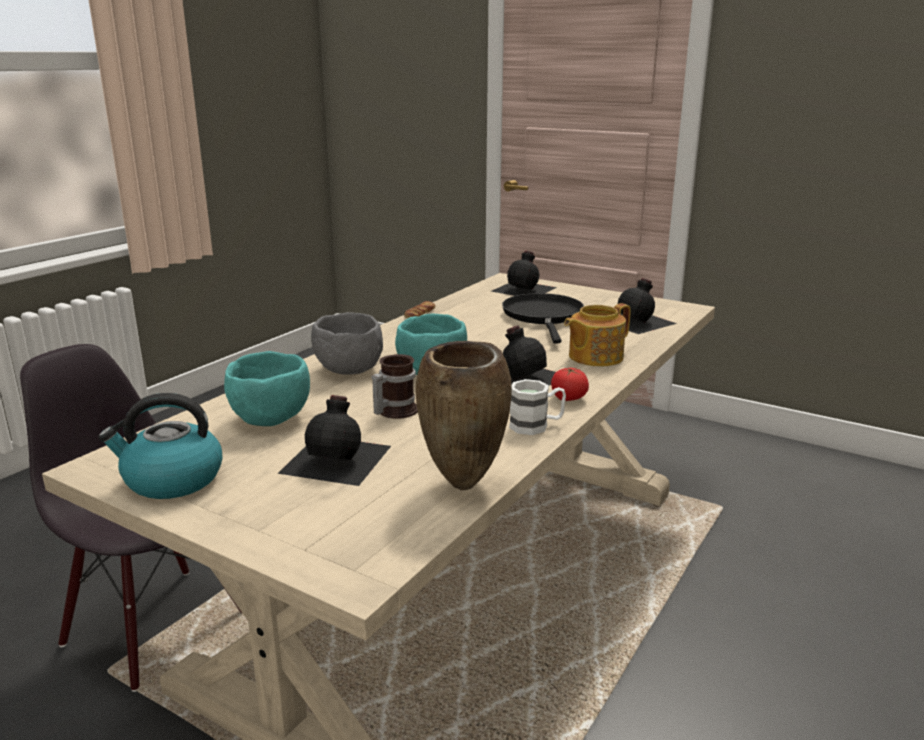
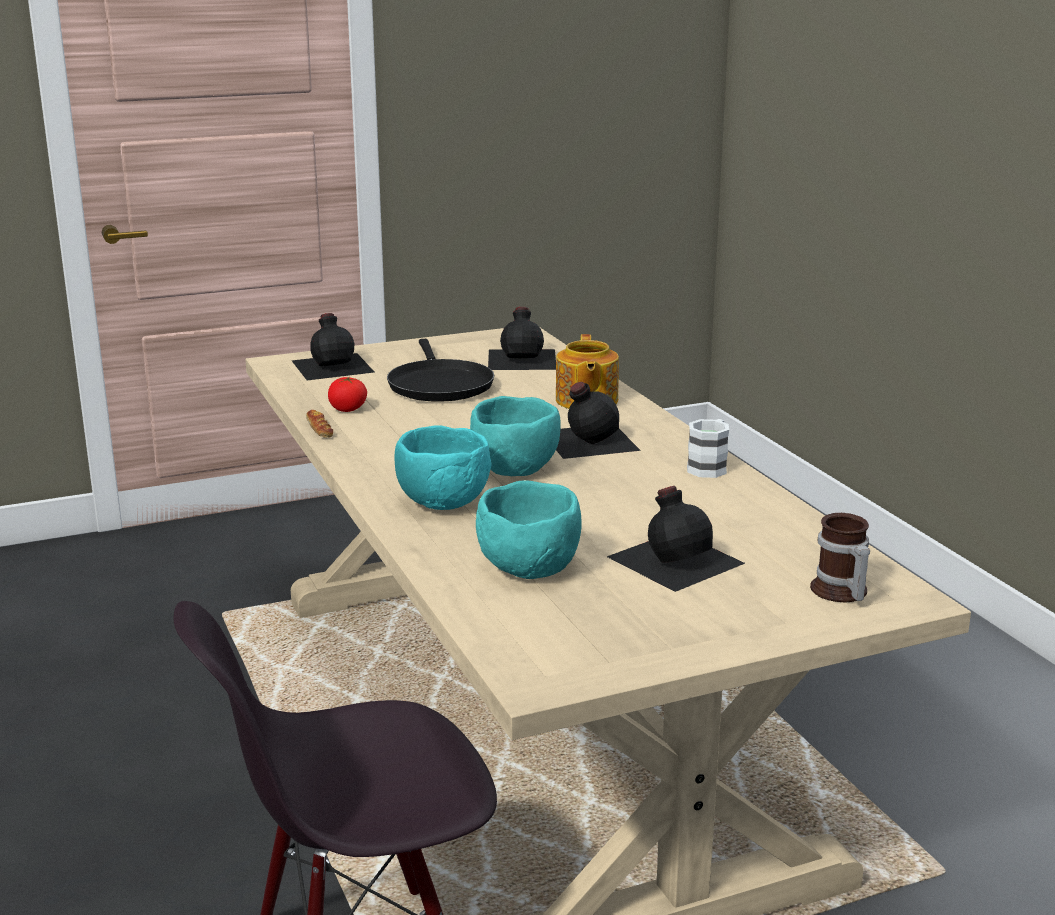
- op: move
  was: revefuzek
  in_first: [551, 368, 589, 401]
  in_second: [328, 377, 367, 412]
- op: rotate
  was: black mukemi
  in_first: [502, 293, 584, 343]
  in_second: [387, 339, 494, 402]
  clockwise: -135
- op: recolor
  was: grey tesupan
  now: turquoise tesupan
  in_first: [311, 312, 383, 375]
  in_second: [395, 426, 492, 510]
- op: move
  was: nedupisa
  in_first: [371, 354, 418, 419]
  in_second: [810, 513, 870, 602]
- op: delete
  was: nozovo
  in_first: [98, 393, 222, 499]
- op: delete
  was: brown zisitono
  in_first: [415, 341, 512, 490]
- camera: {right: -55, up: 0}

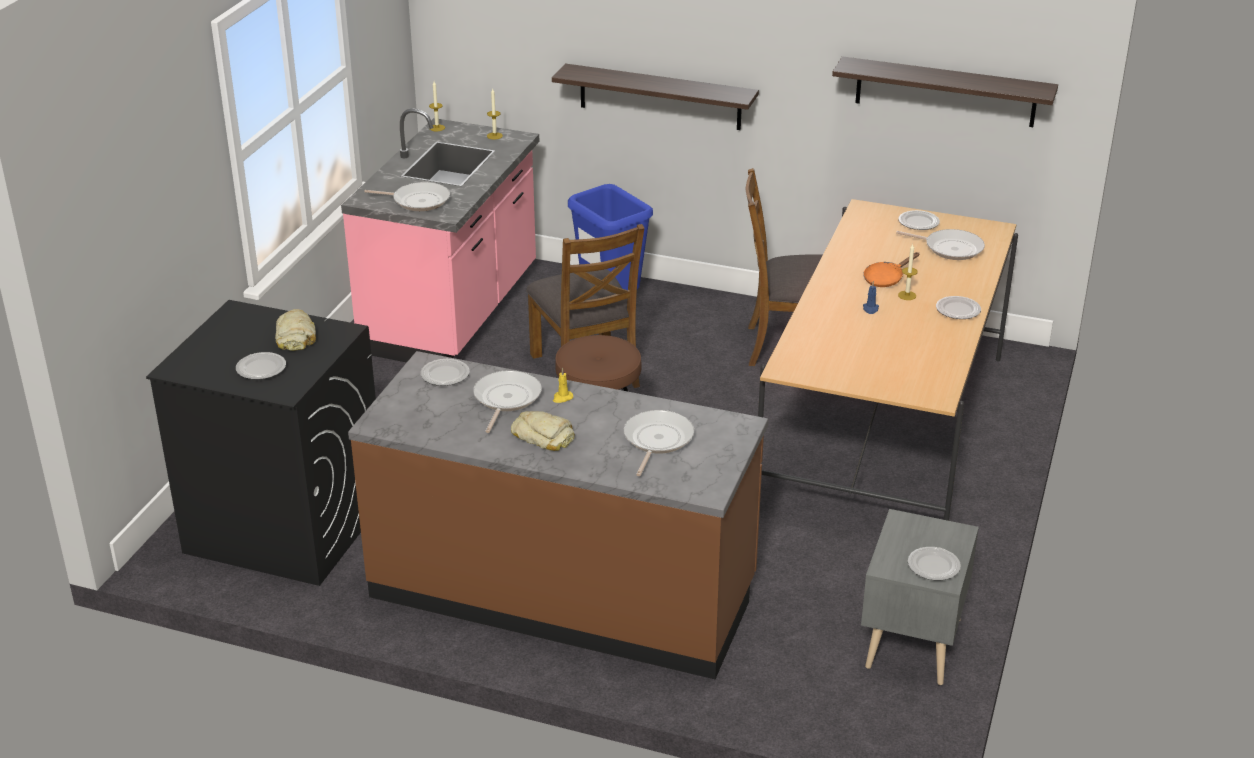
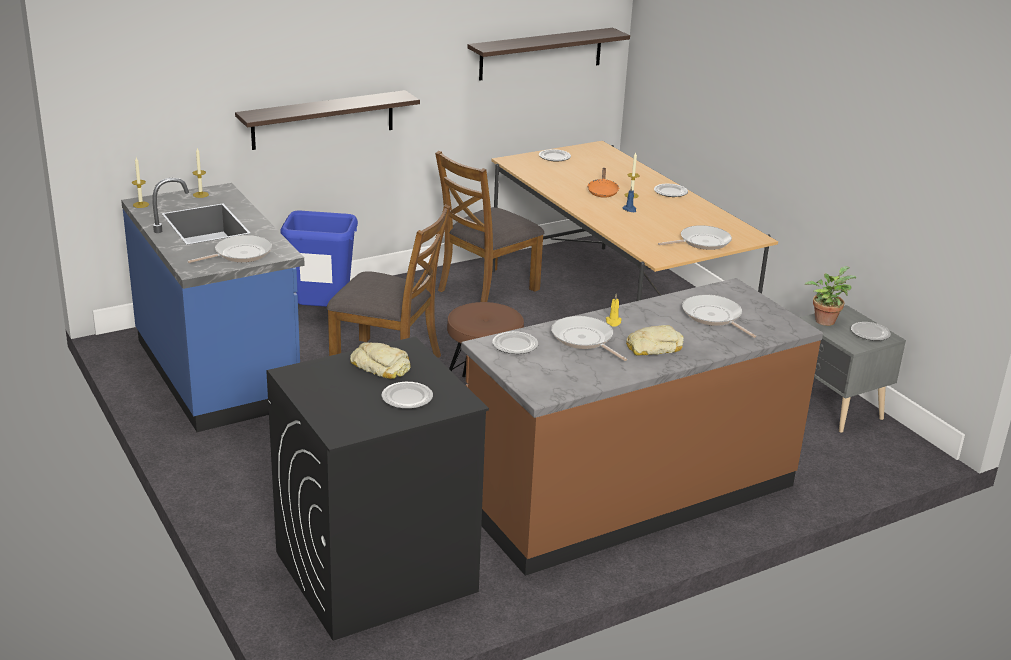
- op: recolor
  was: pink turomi
  now: blue turomi
  in_first: [341, 108, 539, 363]
  in_second: [121, 178, 305, 432]
- op: move
  was: mukemi
  in_first: [896, 229, 985, 260]
  in_second: [658, 225, 732, 250]
- op: insert
  now: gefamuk
  in_second: [805, 266, 856, 326]
- camera: {right: -50, up: -5}

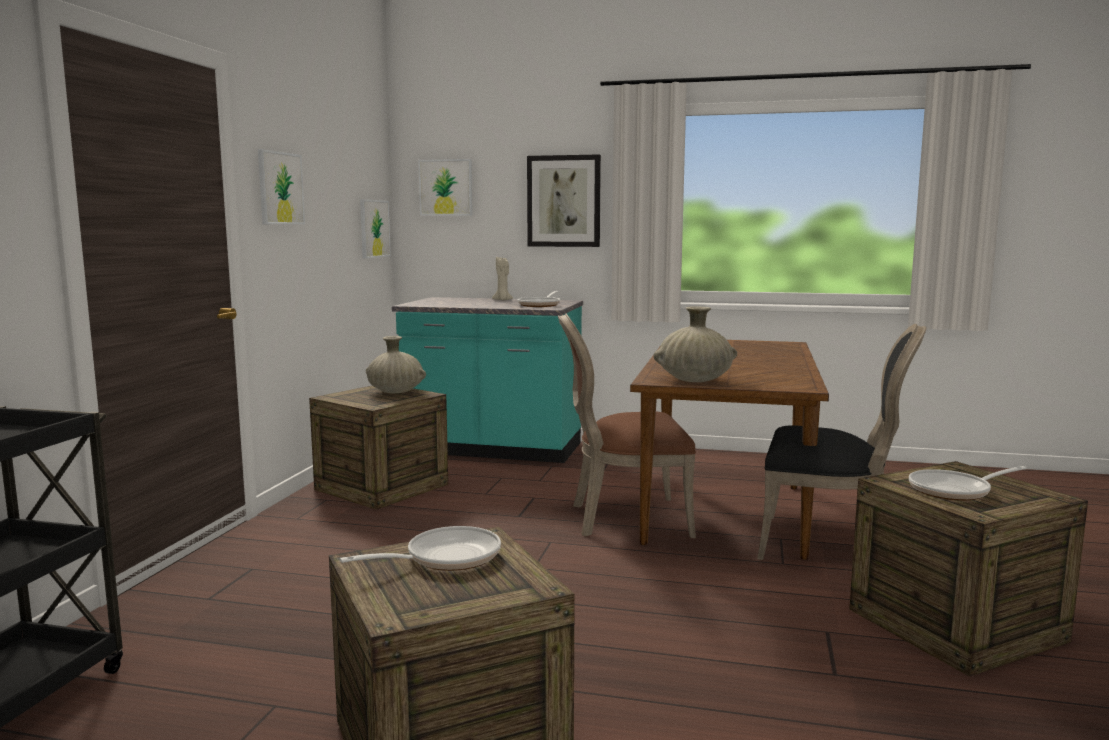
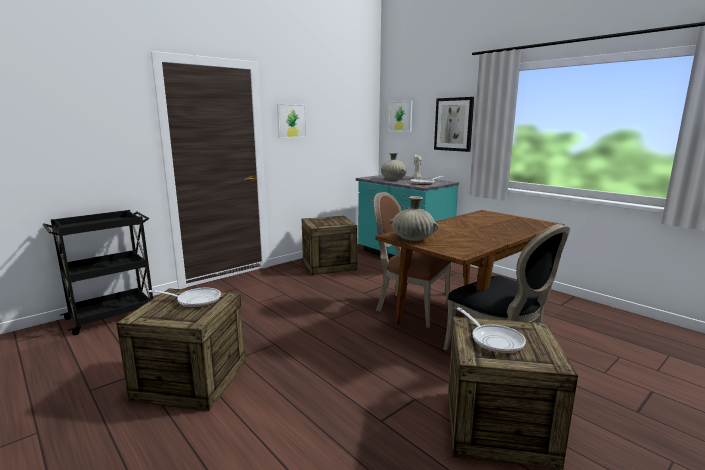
- op: move
  was: beige zisitono
  in_first: [366, 336, 426, 393]
  in_second: [381, 153, 407, 180]
- op: rotate
  was: mukemi
  in_first: [909, 466, 1027, 500]
  in_second: [457, 307, 526, 354]
  clockwise: -135
- op: delete
  was: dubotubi
  in_first: [360, 199, 391, 258]
- camera: {right: 35, up: 5}

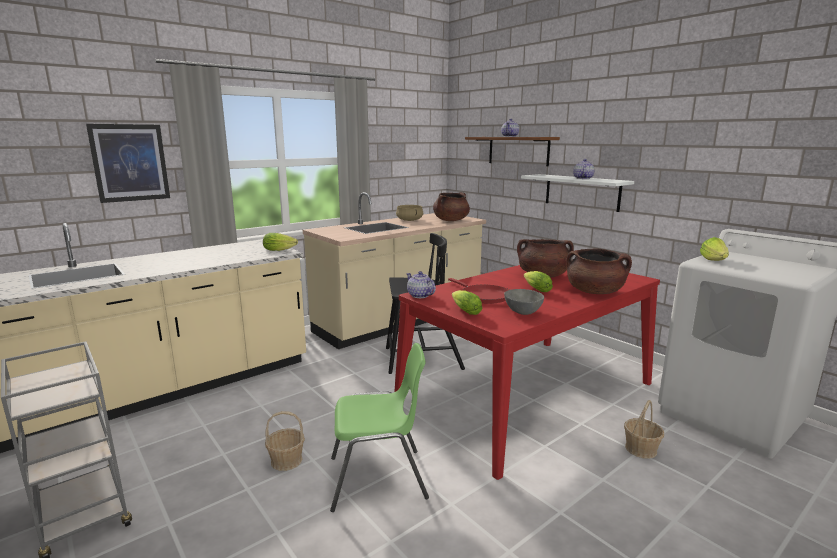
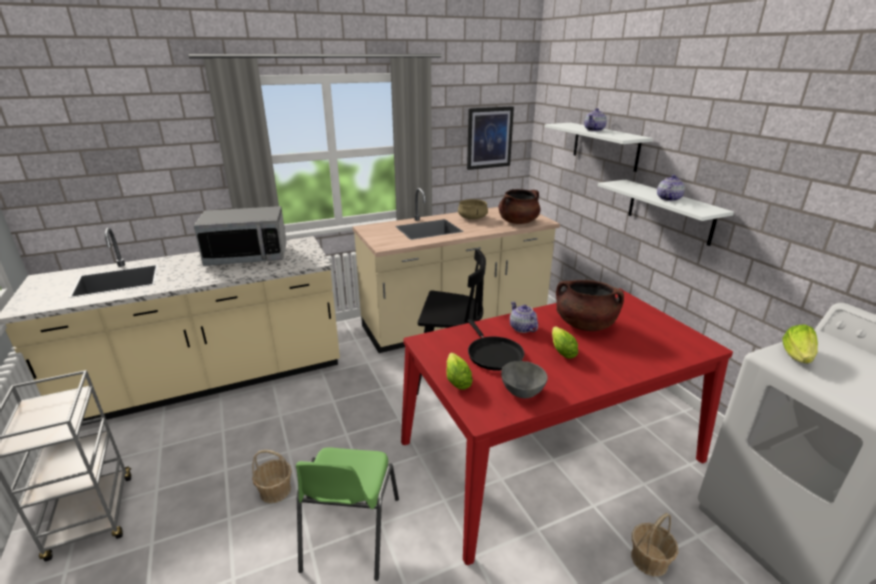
- op: insert
  now: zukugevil
  in_second: [193, 206, 287, 266]
- op: rotate
  was: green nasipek
  in_first: [330, 343, 429, 512]
  in_second: [296, 448, 399, 581]
  clockwise: 90
- op: move
  was: dubotubi
  in_first: [86, 124, 170, 203]
  in_second: [467, 106, 514, 170]
- op: recolor
  was: red mukemi
  now: black mukemi
  in_first: [448, 278, 509, 304]
  in_second: [468, 319, 524, 371]
- op: move
  was: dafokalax
  in_first: [406, 271, 436, 298]
  in_second: [510, 302, 538, 333]
- op: recolor
  was: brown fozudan
  now: white fozudan
  in_first: [465, 137, 560, 166]
  in_second: [545, 123, 653, 172]
- op: delete
  was: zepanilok
  in_first: [263, 233, 298, 251]
- op: delete
  was: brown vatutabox
  in_first: [566, 249, 632, 294]
- camera: {right: 15, up: 10}

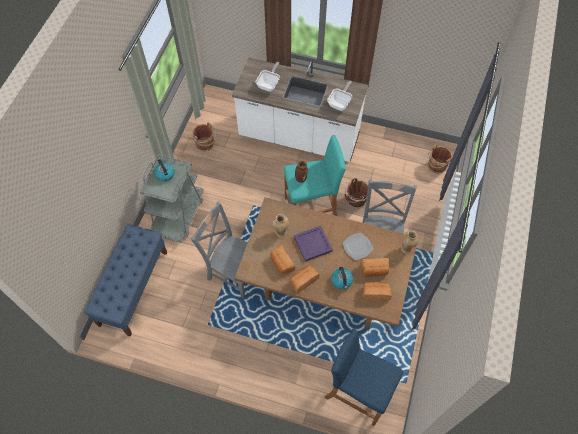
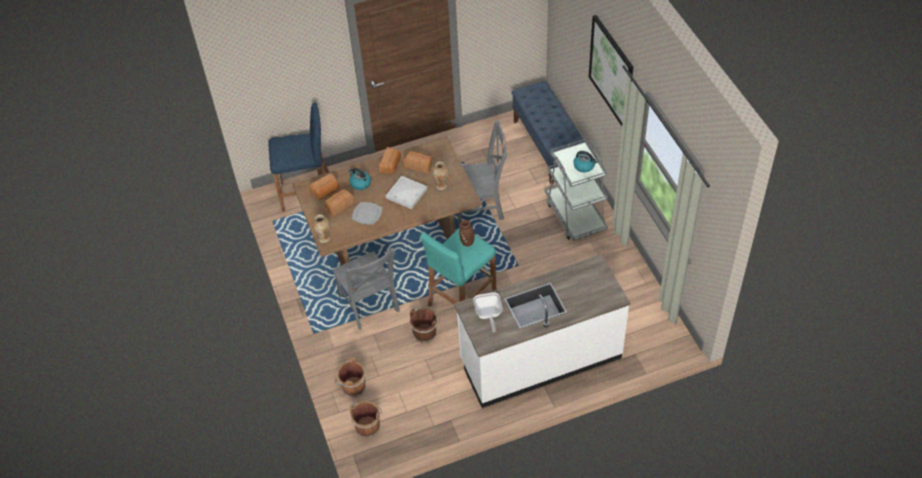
- op: move
  was: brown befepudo
  in_first: [192, 123, 216, 151]
  in_second: [335, 358, 366, 397]
- op: recolor
  was: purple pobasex
  now: white pobasex
  in_first: [294, 226, 333, 262]
  in_second: [386, 176, 427, 209]
- op: insert
  now: dubotubi
  in_second: [589, 15, 633, 126]
- op: delete
  was: mukemi
  in_first: [255, 62, 280, 92]
- camera: {right: 145, up: -10}

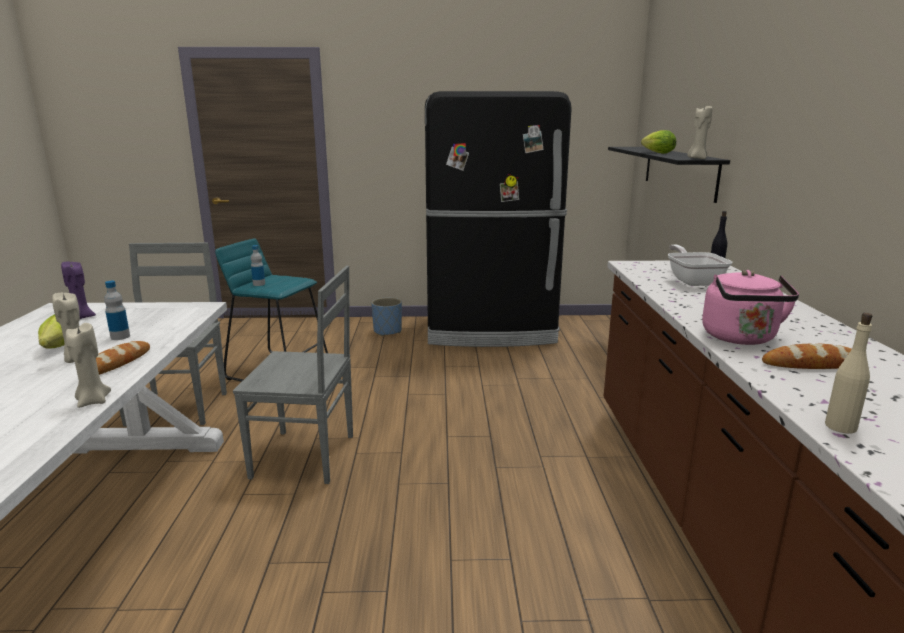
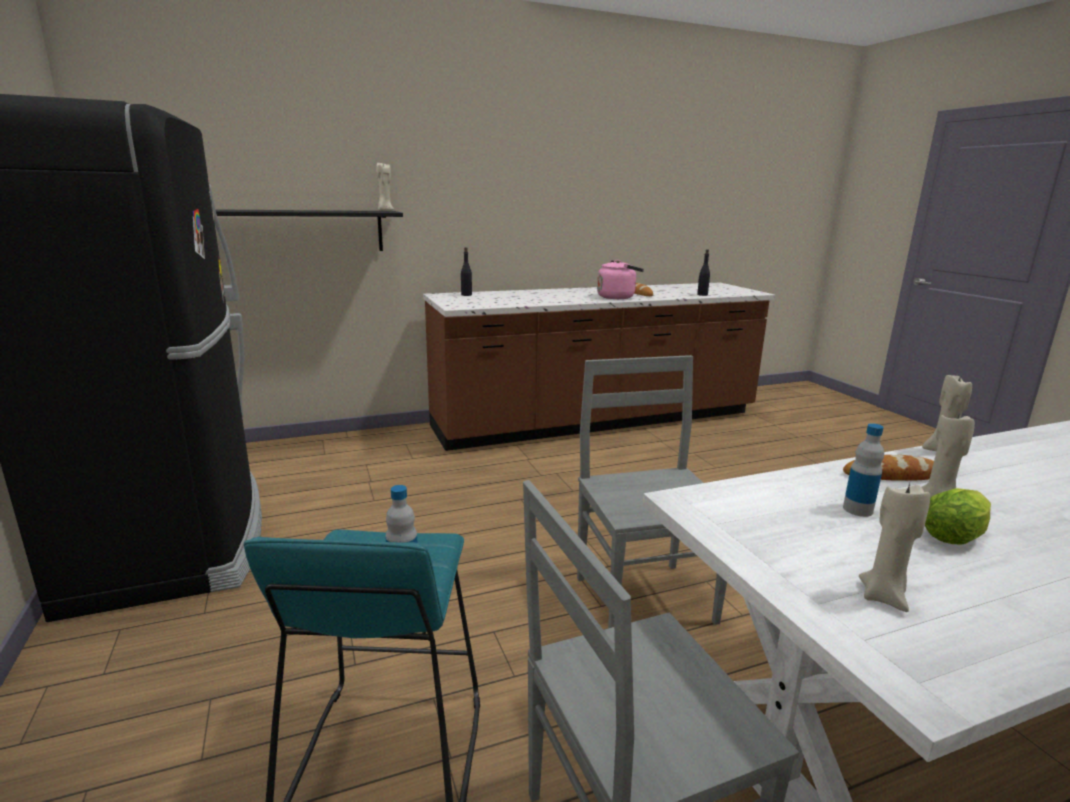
- op: recolor
  was: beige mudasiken
  now: black mudasiken
  in_first: [825, 313, 872, 434]
  in_second: [697, 249, 710, 296]
- op: recolor
  was: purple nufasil
  now: beige nufasil
  in_first: [61, 262, 96, 319]
  in_second: [859, 483, 930, 612]
- op: delete
  was: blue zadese
  in_first: [371, 298, 402, 336]
- op: delete
  was: zepanilok
  in_first: [641, 130, 676, 154]
- op: delete
  was: mukemi
  in_first: [668, 245, 732, 286]
- camera: {right: -110, up: 0}

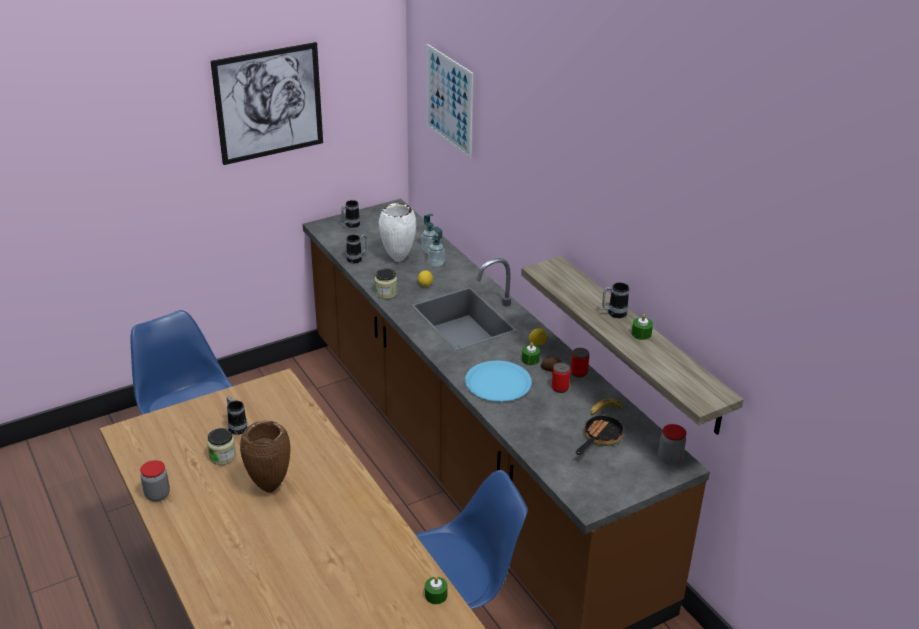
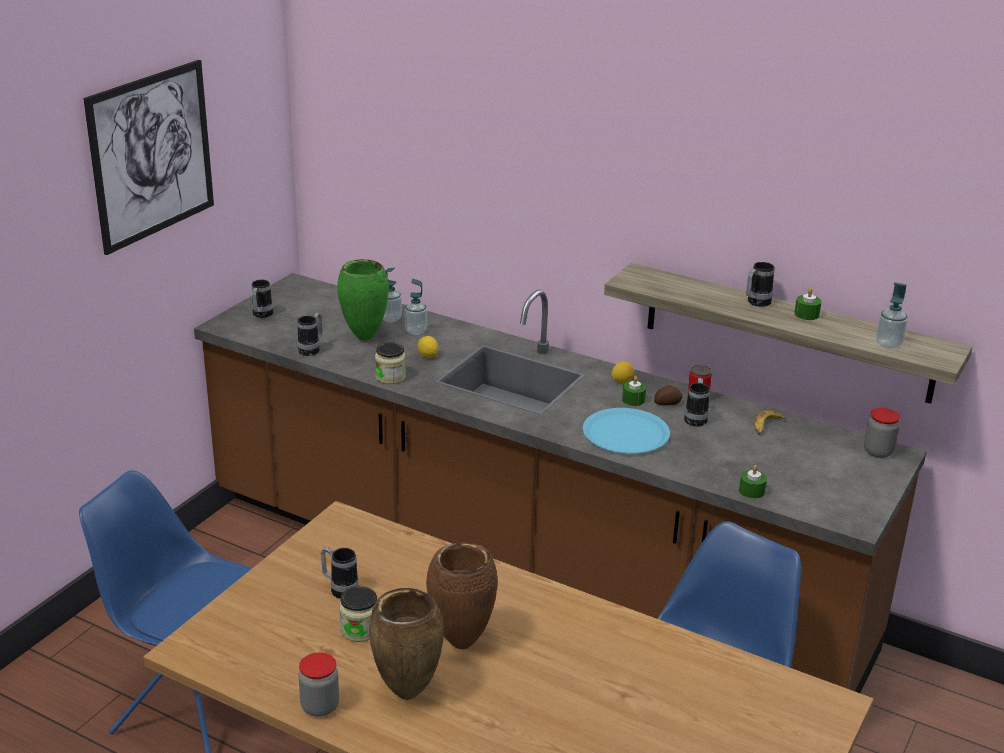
- op: recolor
  was: white zisitono
  now: green zisitono
  in_first: [379, 203, 416, 262]
  in_second: [337, 259, 389, 341]
- op: insert
  now: brown zisitono
  in_second: [369, 588, 444, 700]
- op: replace
  was: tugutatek
  now: nedupisa
  in_first: [552, 362, 570, 393]
  in_second: [684, 378, 710, 427]
- op: move
  was: green nufasil
  in_first: [425, 576, 447, 604]
  in_second: [739, 465, 767, 499]
- op: insert
  now: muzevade
  in_second: [876, 282, 907, 349]
- op: delete
  was: dubotubi
  in_first: [427, 44, 473, 159]
- op: delete
  was: mukemi
  in_first: [576, 408, 624, 455]
- camera: {right: -30, up: -5}

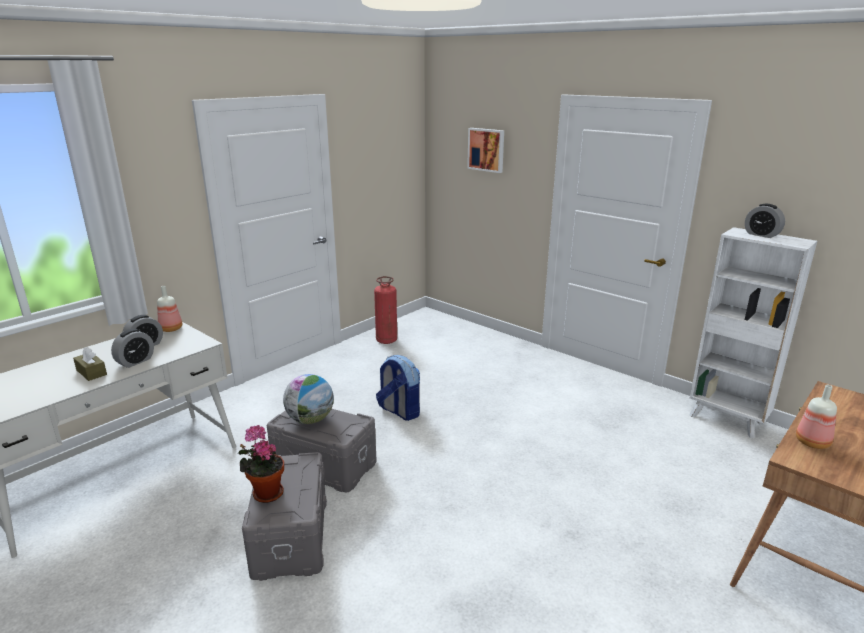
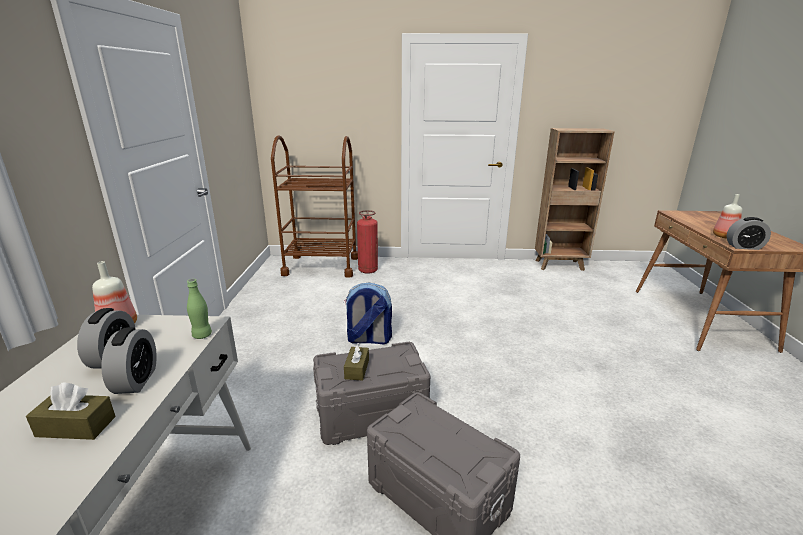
- op: insert
  now: green mudasiken
  in_second: [187, 279, 212, 339]
- op: insert
  now: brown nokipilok
  in_second: [271, 136, 358, 278]
- op: replace
  was: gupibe
  now: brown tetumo
  in_first: [283, 374, 334, 424]
  in_second: [344, 343, 369, 381]
- op: move
  was: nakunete
  in_first: [374, 276, 397, 344]
  in_second: [357, 210, 378, 274]
- op: recolor
  was: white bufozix
  now: brown bufozix
  in_first: [689, 227, 817, 438]
  in_second: [535, 128, 615, 271]
- op: move
  was: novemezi
  in_first: [745, 204, 785, 238]
  in_second: [726, 217, 771, 250]
- op: delete
  was: gefamuk
  in_first: [238, 425, 284, 503]
- op: delete
  was: dubotubi
  in_first: [467, 128, 504, 173]
- camera: {right: -40, up: 0}

